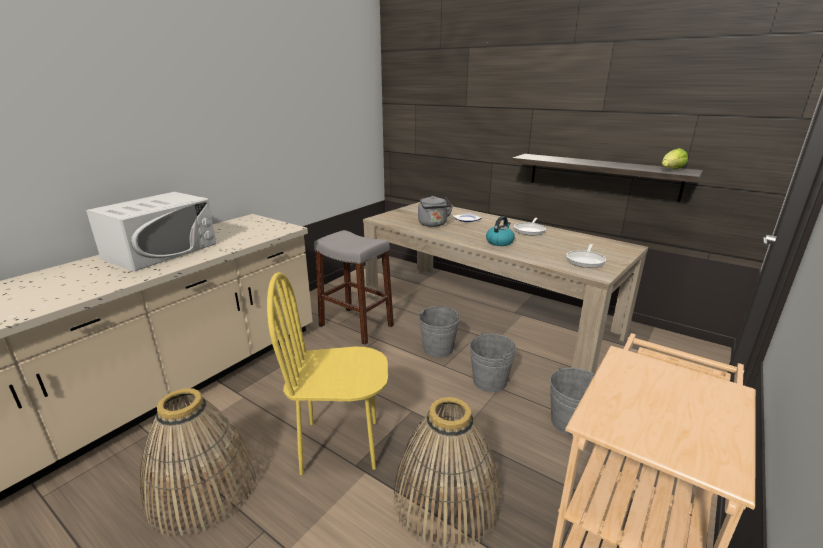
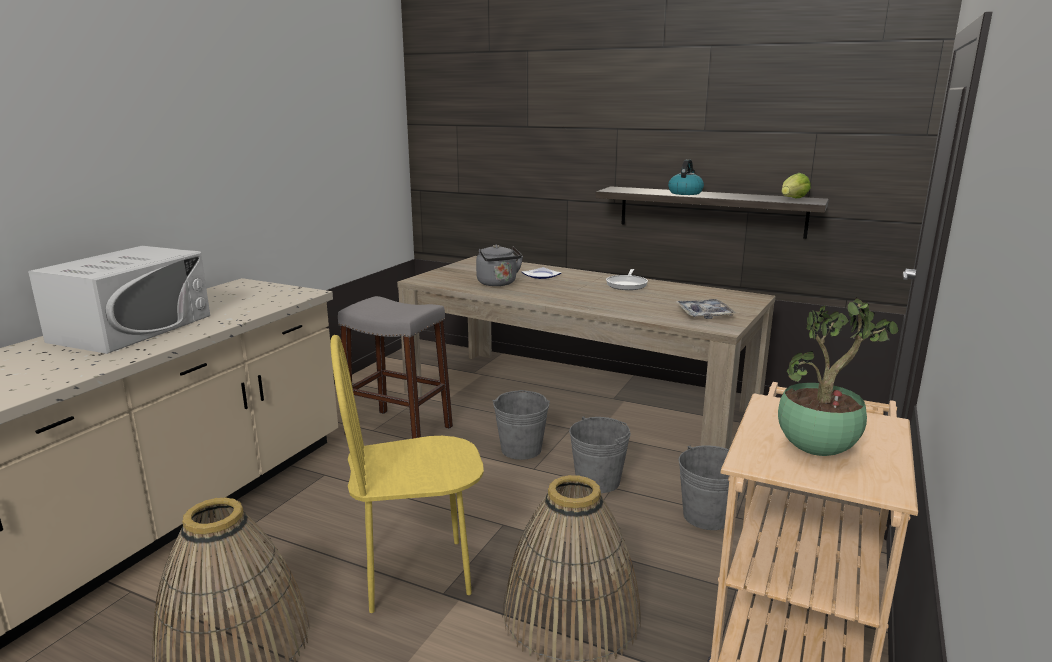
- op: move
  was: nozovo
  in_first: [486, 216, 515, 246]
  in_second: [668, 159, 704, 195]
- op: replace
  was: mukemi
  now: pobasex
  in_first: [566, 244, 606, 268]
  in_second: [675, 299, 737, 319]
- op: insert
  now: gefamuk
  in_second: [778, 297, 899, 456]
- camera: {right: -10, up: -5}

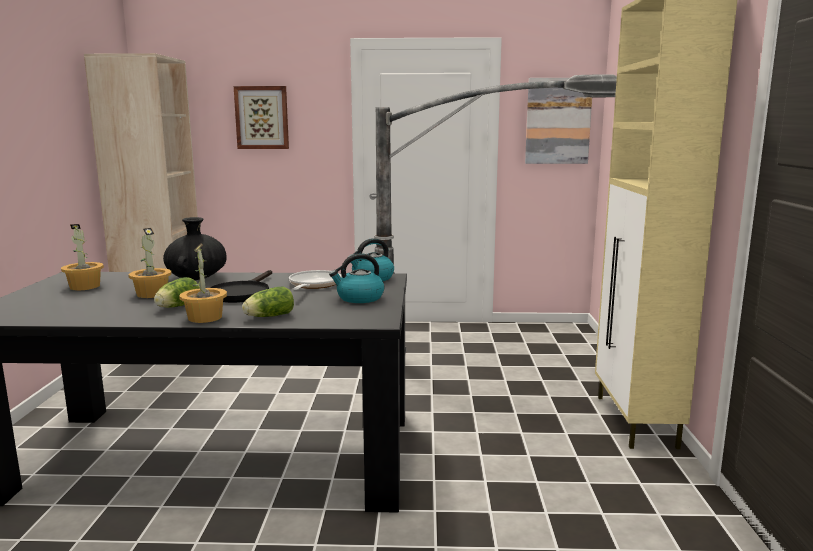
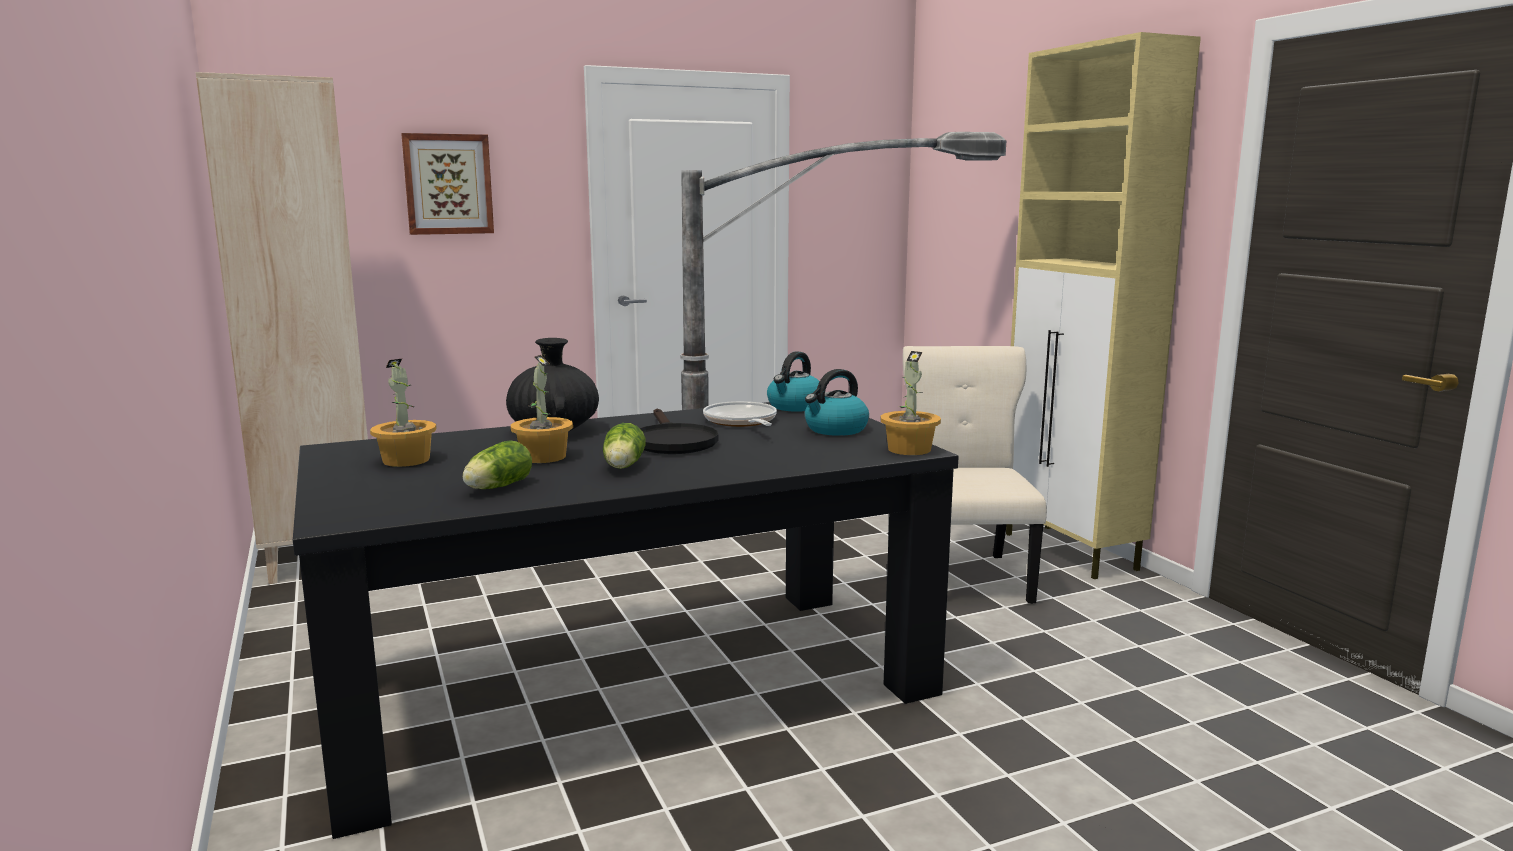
- op: move
  was: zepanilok
  in_first: [242, 286, 294, 317]
  in_second: [463, 440, 532, 489]
- op: move
  was: gefamuk
  in_first: [179, 244, 227, 323]
  in_second: [881, 351, 941, 455]
- op: insert
  now: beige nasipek
  in_second: [903, 346, 1047, 604]
- op: delete
  was: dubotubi
  in_first: [525, 78, 592, 164]
- camera: {right: -25, up: 0}

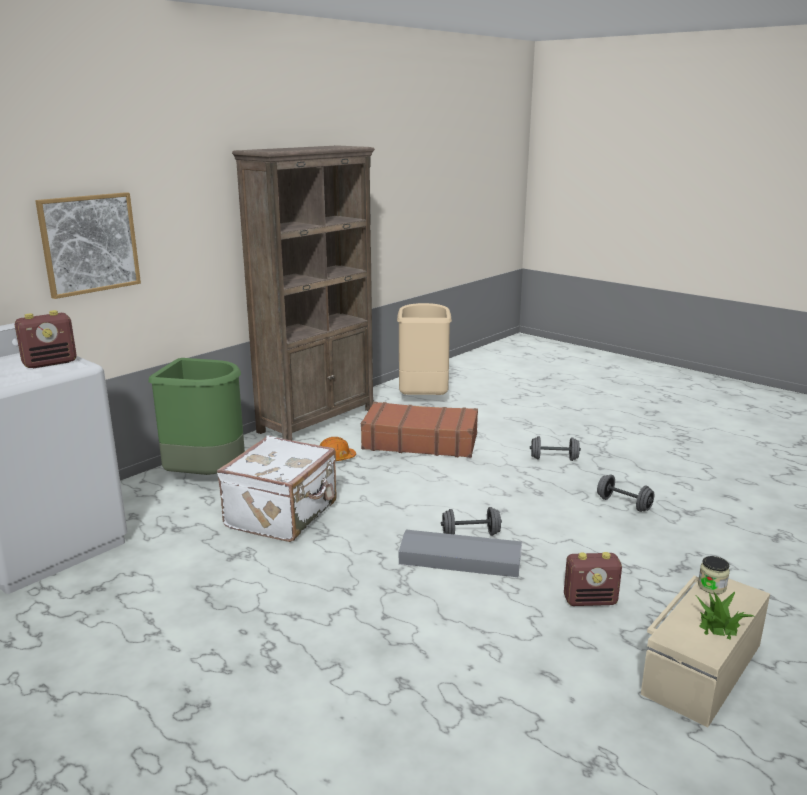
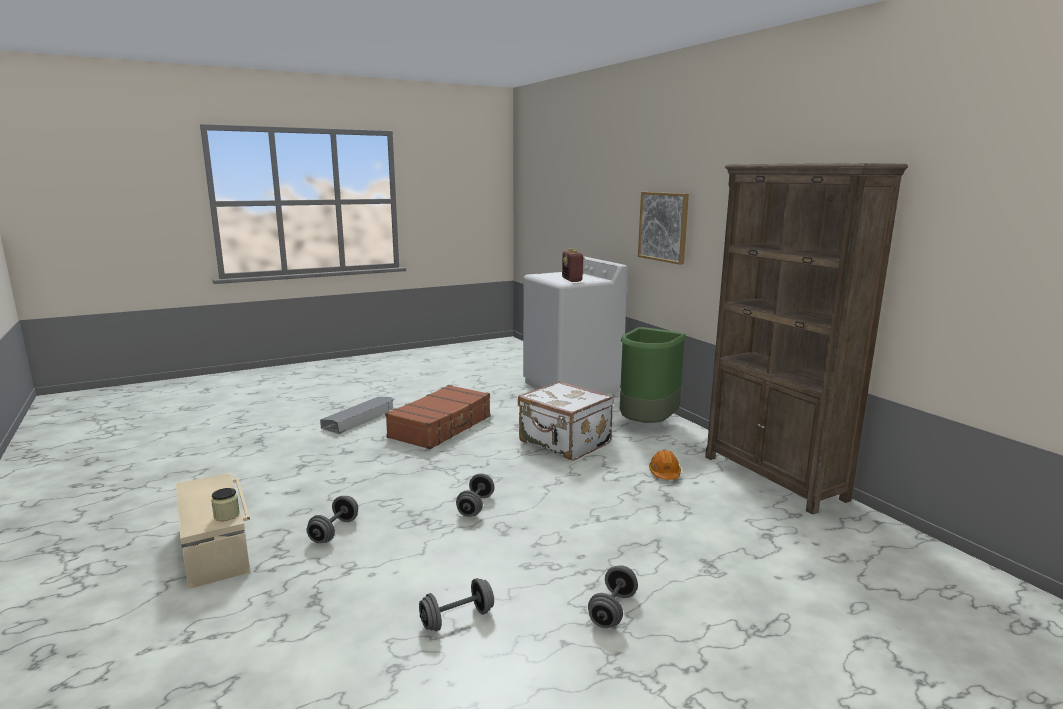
- op: replace
  was: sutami
  now: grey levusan
  in_first: [564, 552, 622, 606]
  in_second: [307, 496, 358, 543]
- op: move
  was: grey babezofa
  in_first: [399, 530, 522, 577]
  in_second: [320, 397, 395, 434]
- op: move
  was: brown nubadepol
  in_first: [361, 402, 478, 458]
  in_second: [385, 385, 490, 449]
- op: delete
  was: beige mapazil
  in_first: [397, 303, 452, 395]
- op: delete
  was: gefamuk
  in_first: [697, 591, 756, 640]
- camera: {right: 110, up: -5}

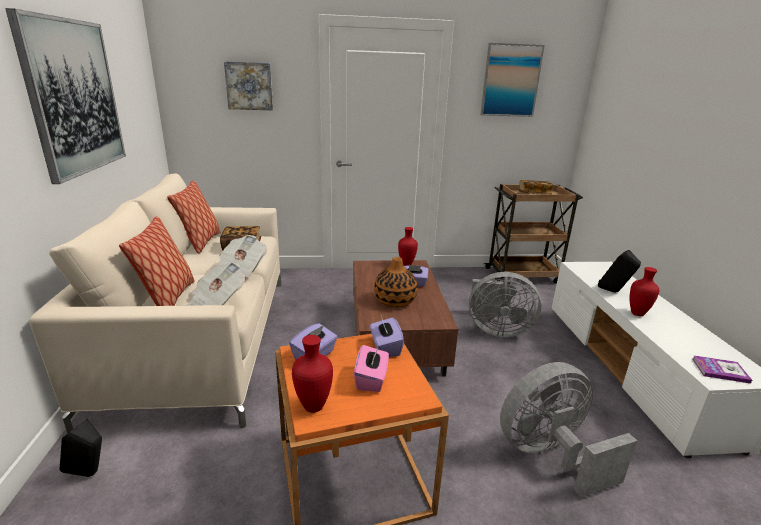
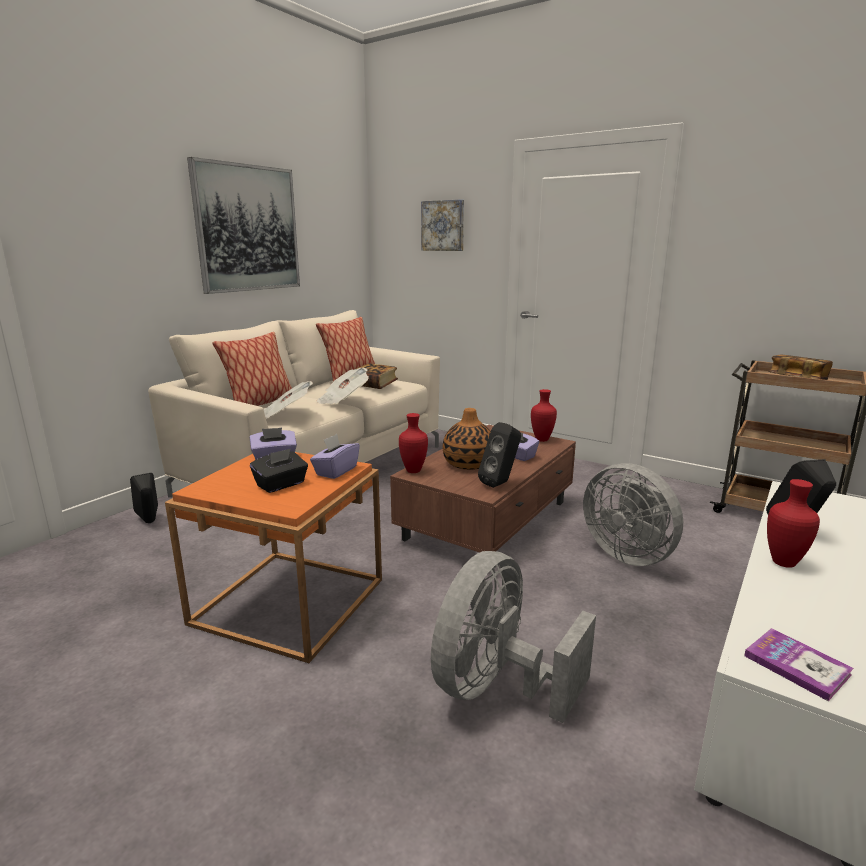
- op: recolor
  was: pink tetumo
  now: black tetumo
  in_first: [354, 345, 389, 392]
  in_second: [250, 448, 308, 493]
- op: move
  was: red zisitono
  in_first: [292, 335, 333, 413]
  in_second: [399, 413, 428, 473]
- op: rotate
  was: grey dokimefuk
  in_first: [500, 362, 638, 498]
  in_second: [431, 551, 596, 723]
  clockwise: -75
- op: insert
  now: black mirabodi
  in_second: [478, 422, 521, 488]
- op: delete
  was: dubotubi
  in_first: [480, 43, 545, 117]
- camera: {right: 40, up: -5}

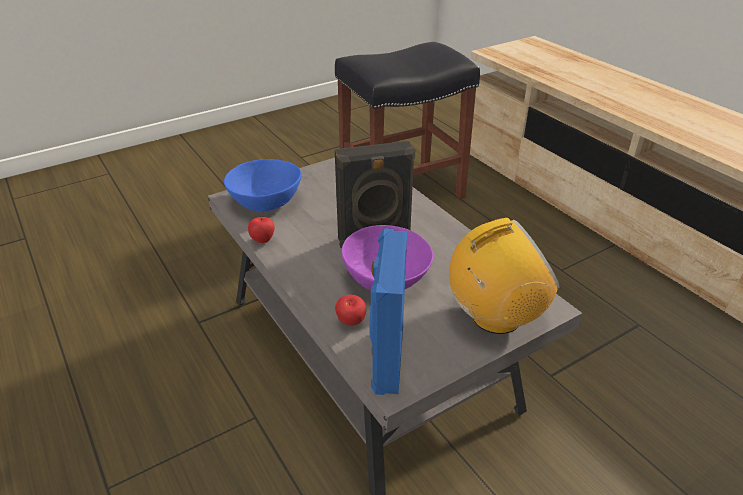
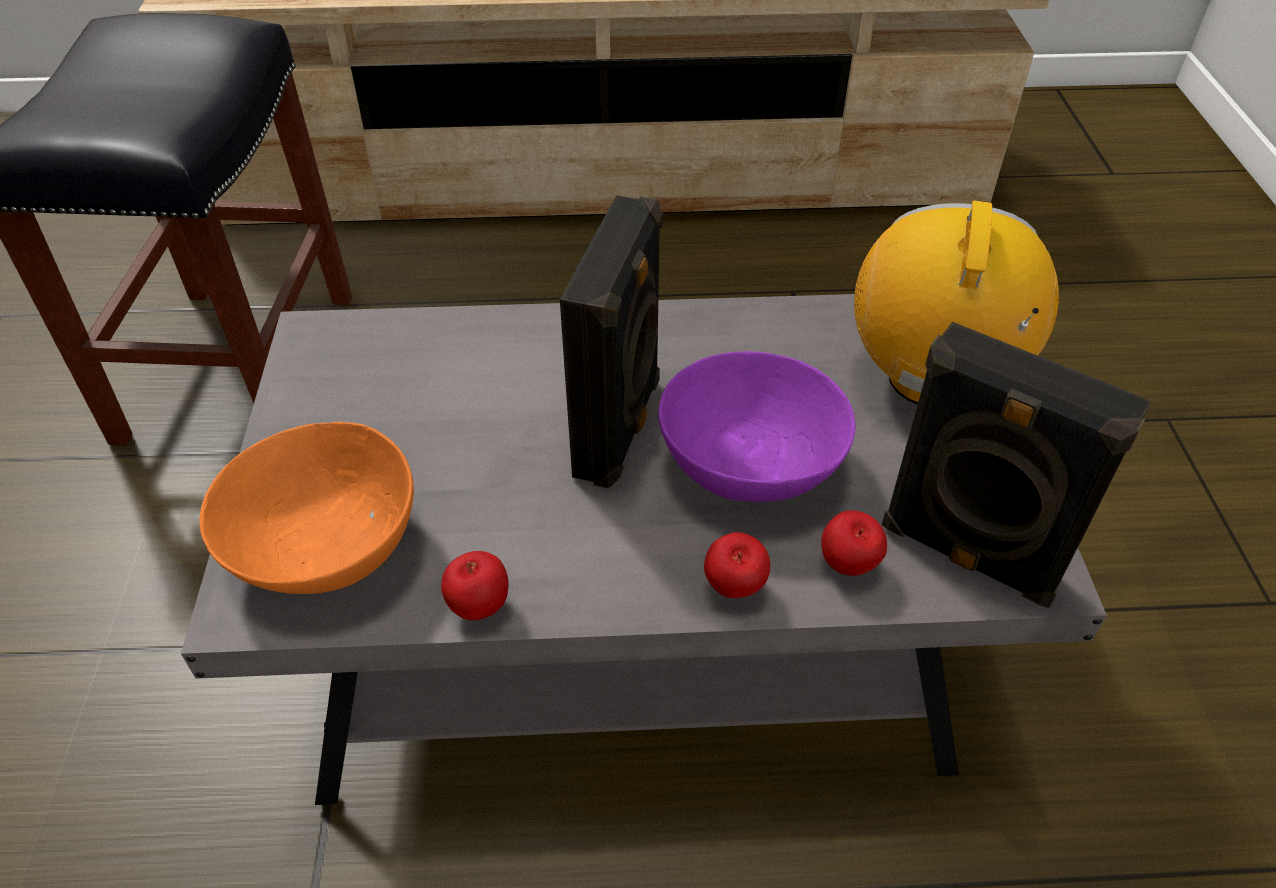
- op: recolor
  was: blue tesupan
  now: orange tesupan
  in_first: [224, 159, 302, 211]
  in_second: [199, 422, 414, 594]
- op: insert
  now: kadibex
  in_second: [704, 532, 770, 598]
- op: recolor
  was: blue mirabodi
  now: black mirabodi
  in_first: [370, 228, 407, 395]
  in_second: [882, 322, 1151, 608]
- camera: {right: -60, up: 10}

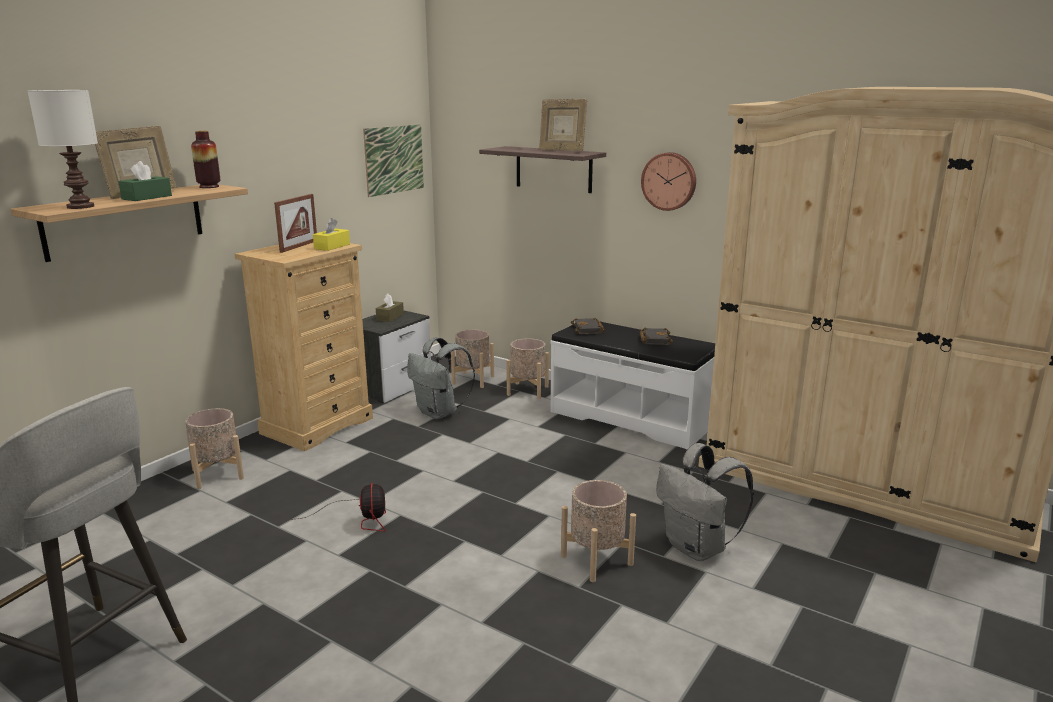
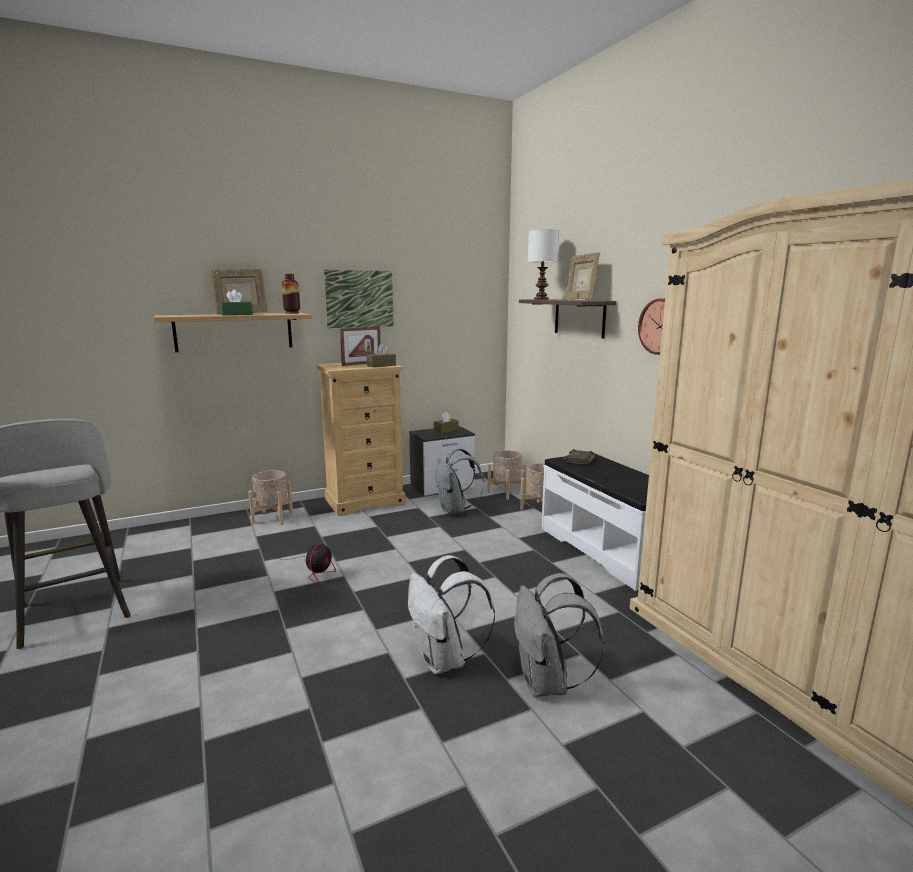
- op: move
  was: dubotubi
  in_first: [363, 124, 424, 197]
  in_second: [324, 270, 394, 328]
- op: recolor
  was: yellow tetumo
  now: brown tetumo
  in_first: [313, 218, 350, 251]
  in_second: [366, 343, 396, 367]
- op: replace
  was: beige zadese
  now: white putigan
  in_first: [561, 480, 636, 582]
  in_second: [408, 555, 495, 674]
- op: move
  was: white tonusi
  in_first: [28, 90, 98, 209]
  in_second: [528, 229, 559, 299]
- op: delete
  was: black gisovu
  in_first: [640, 327, 673, 345]
- camera: {right: 30, up: -5}

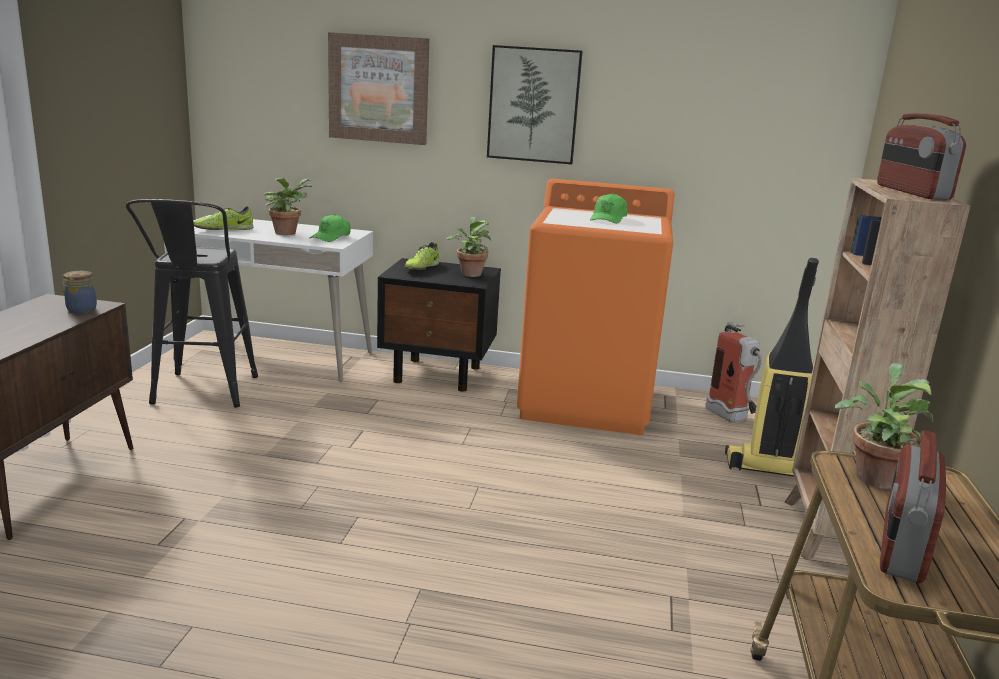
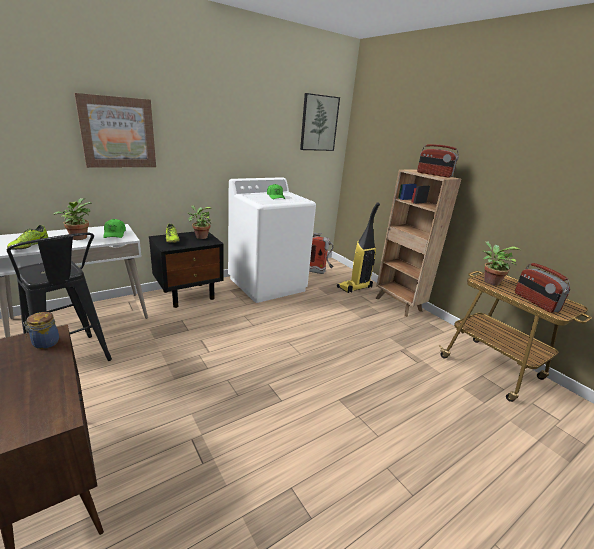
- op: recolor
  was: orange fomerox
  now: white fomerox
  in_first: [517, 179, 675, 435]
  in_second: [228, 177, 316, 303]
- op: move
  was: dubotubi
  in_first: [487, 45, 583, 164]
  in_second: [300, 93, 340, 151]
- camera: {right: -45, up: 5}

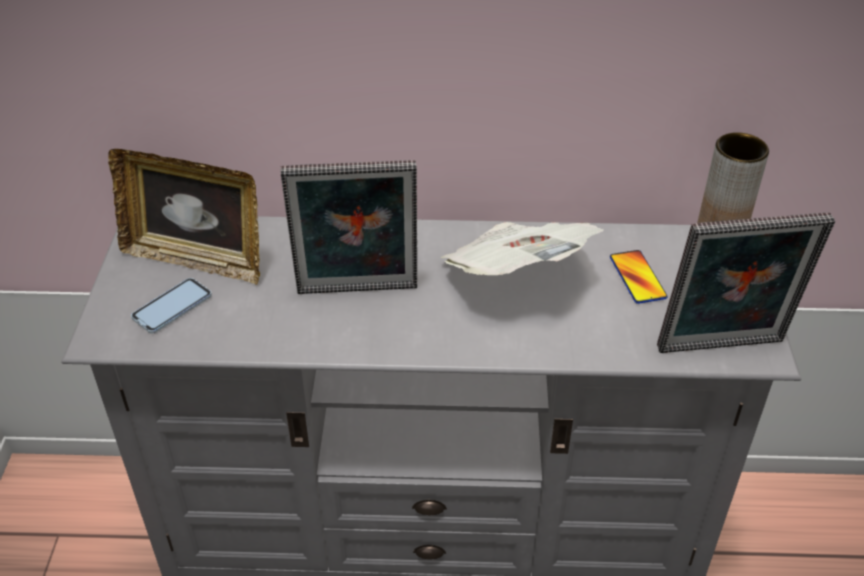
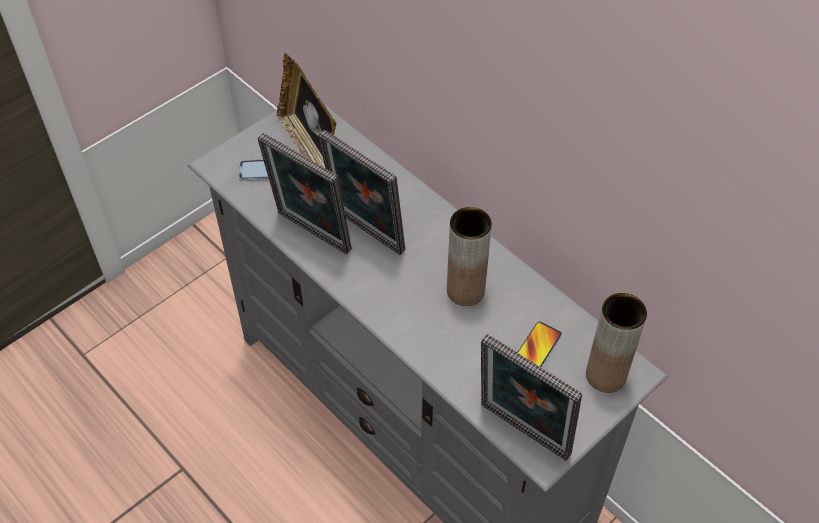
- op: insert
  now: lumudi
  in_second: [257, 133, 352, 254]
- op: replace
  was: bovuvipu
  now: brown zisitono
  in_first: [441, 222, 604, 275]
  in_second: [447, 207, 492, 306]
- camera: {right: 45, up: 10}

